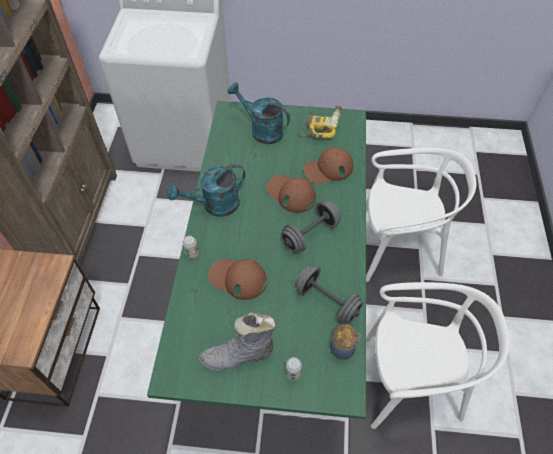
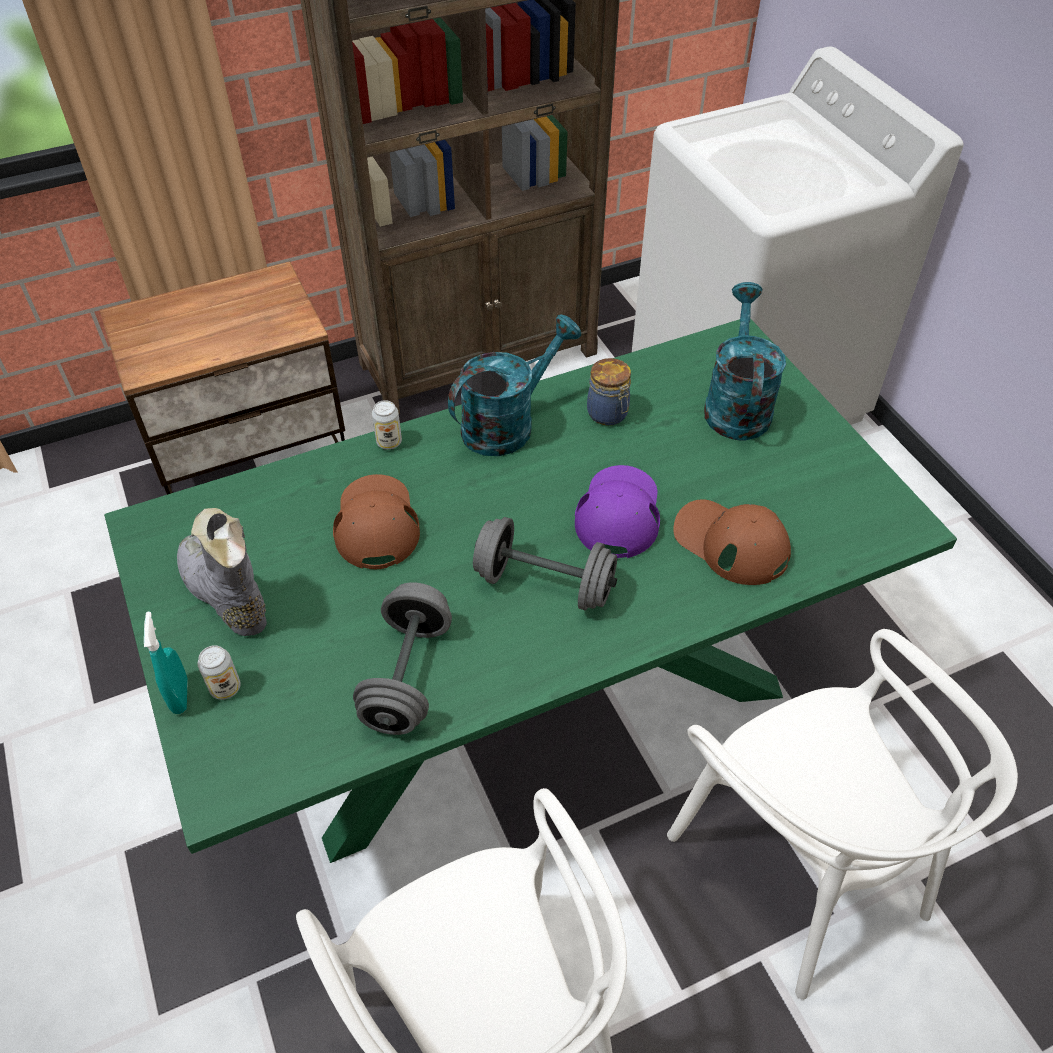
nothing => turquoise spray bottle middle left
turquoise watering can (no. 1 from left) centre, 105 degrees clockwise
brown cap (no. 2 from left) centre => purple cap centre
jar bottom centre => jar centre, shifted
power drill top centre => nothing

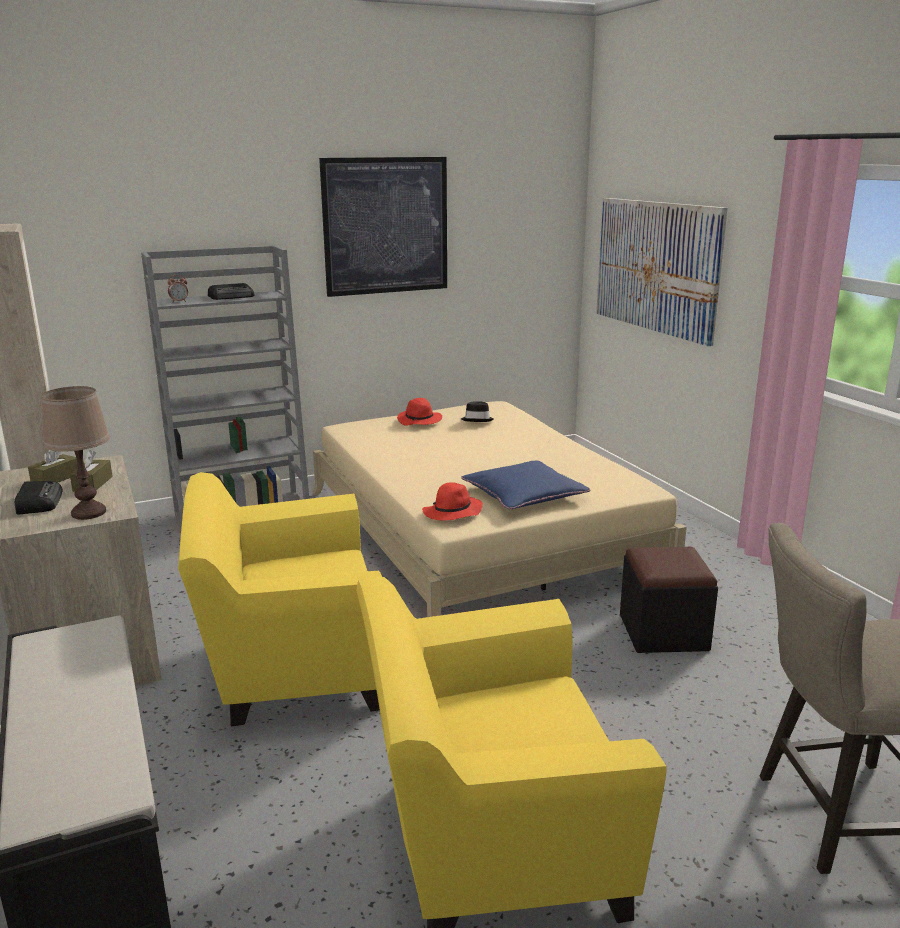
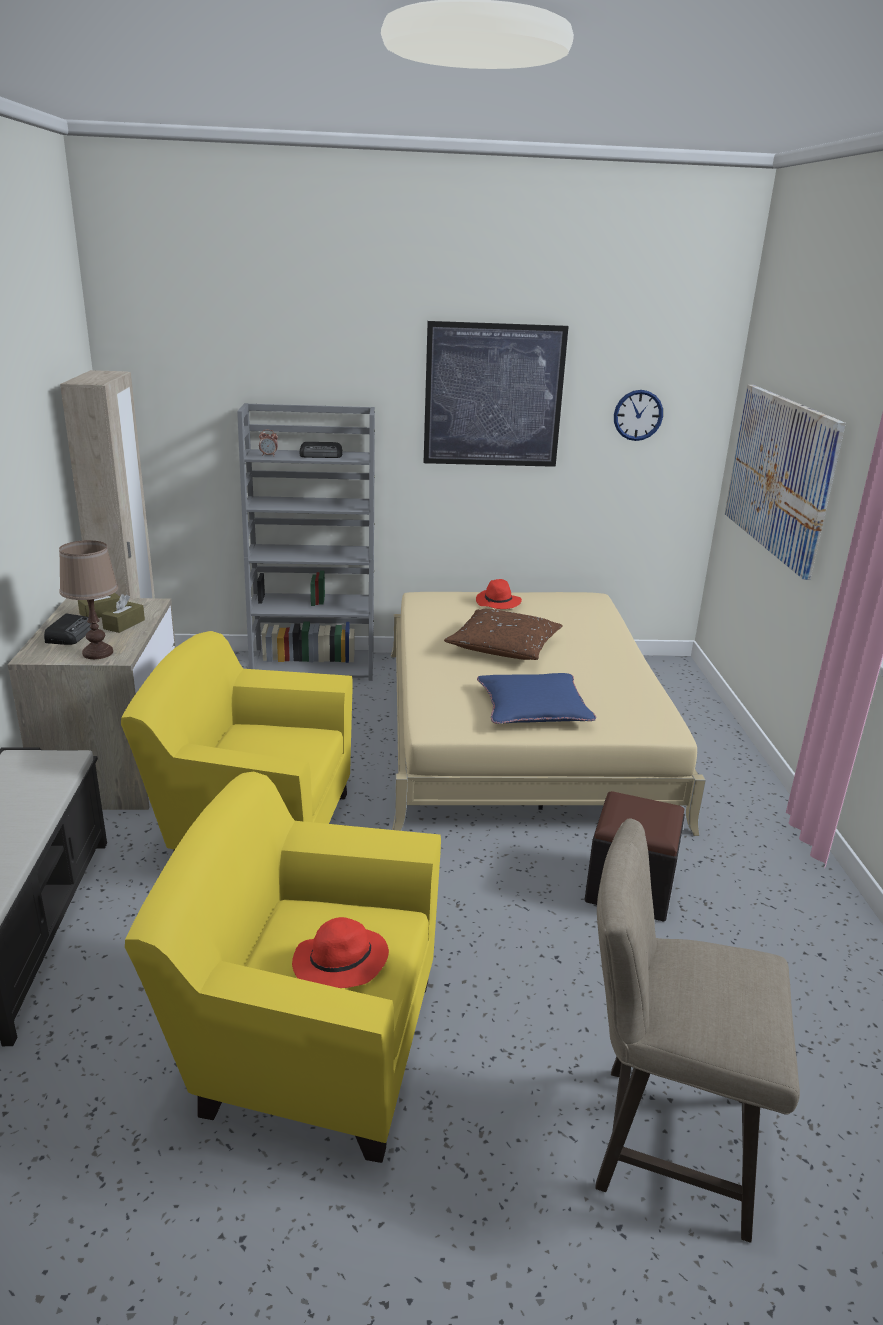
red hat (no. 2 from left in the first image) centre => red hat (no. 1 from left) bottom centre, shifted
nothing => brown pillow centre
nothing => wall clock top right
black hat centre => nothing

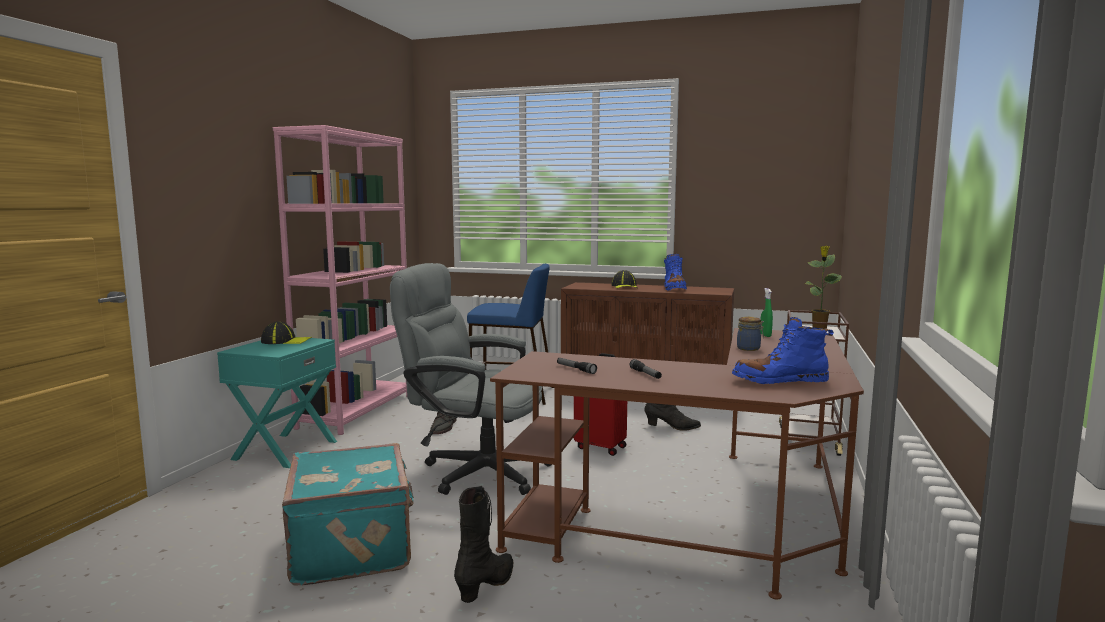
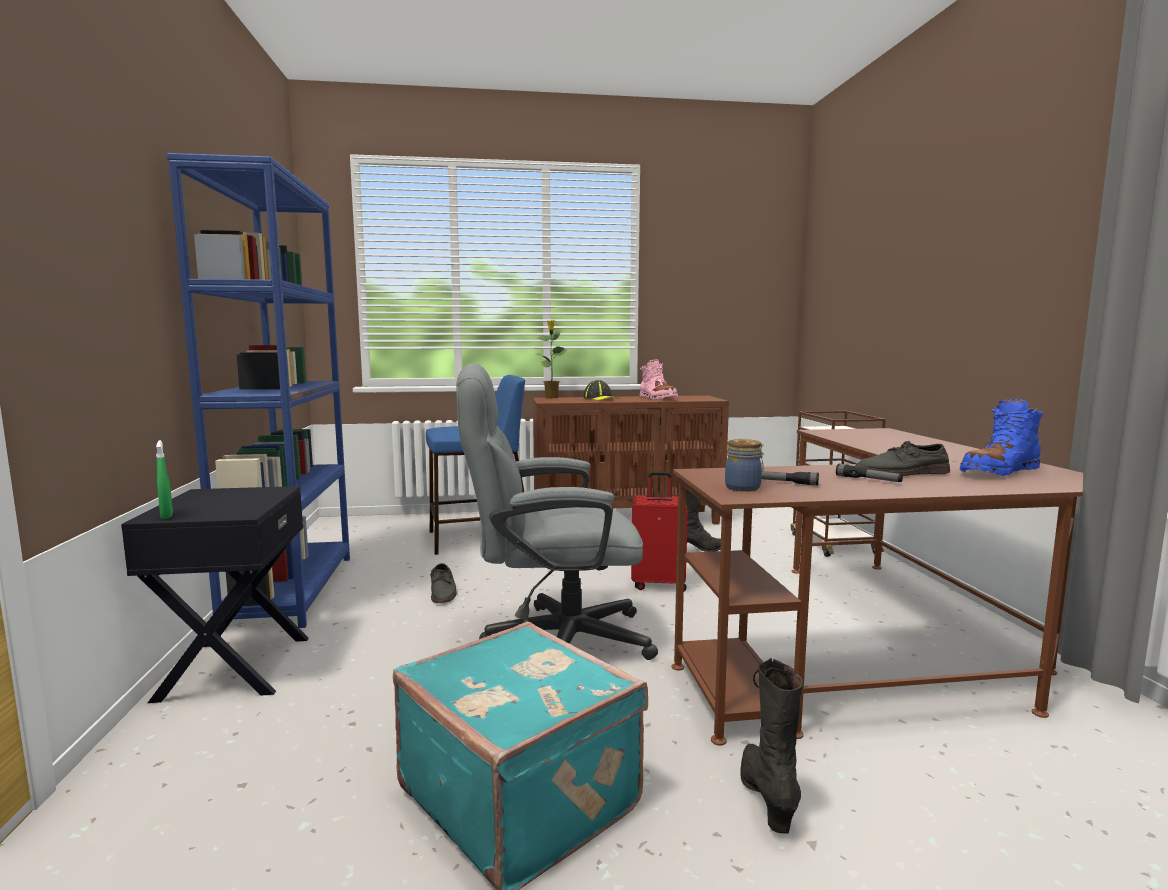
turquoise nightstand middle left => black nightstand bottom left
green spray bottle middle right => green spray bottle middle left, shifted
pink bookcase middle left => blue bookcase middle left
potted plant middle right => potted plant centre, shifted
blue boot (no. 1 from left) centre => pink boot centre
jar middle right => jar centre, shifted
nothing => grey shoe (no. 2 from left) middle right
cap (no. 1 from left) middle left => nothing

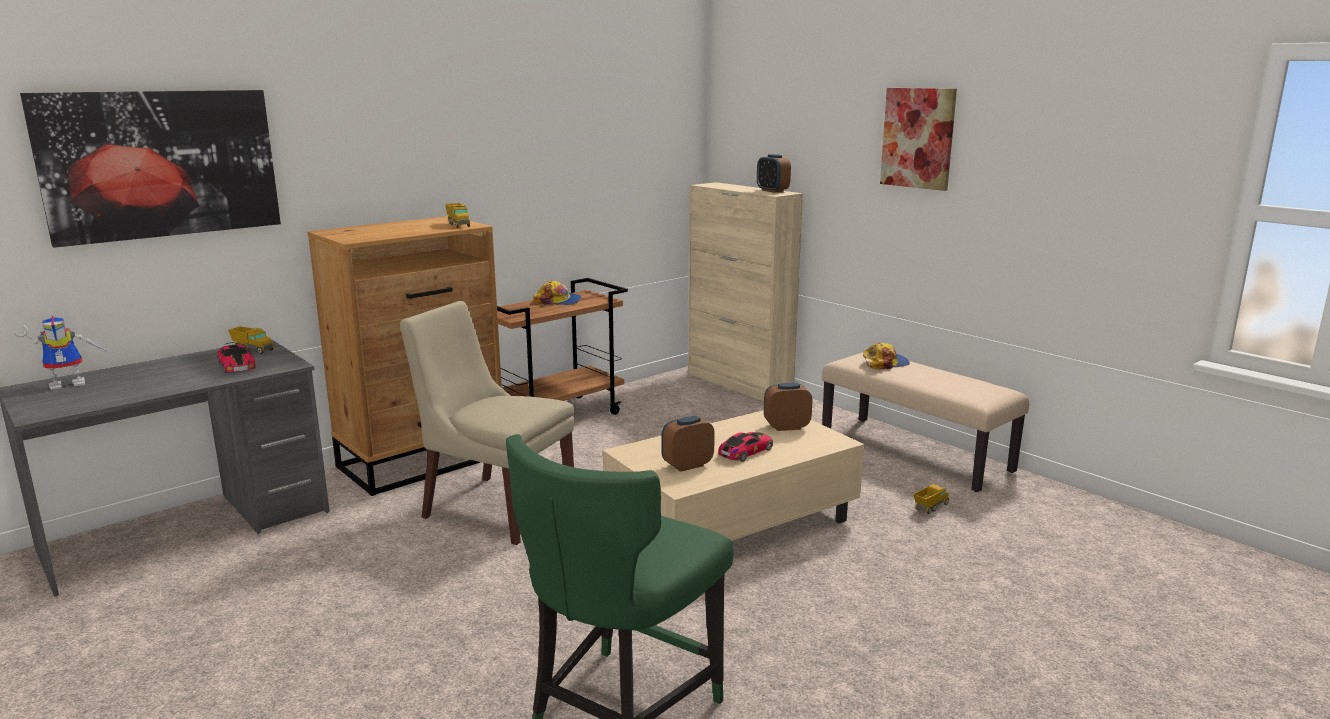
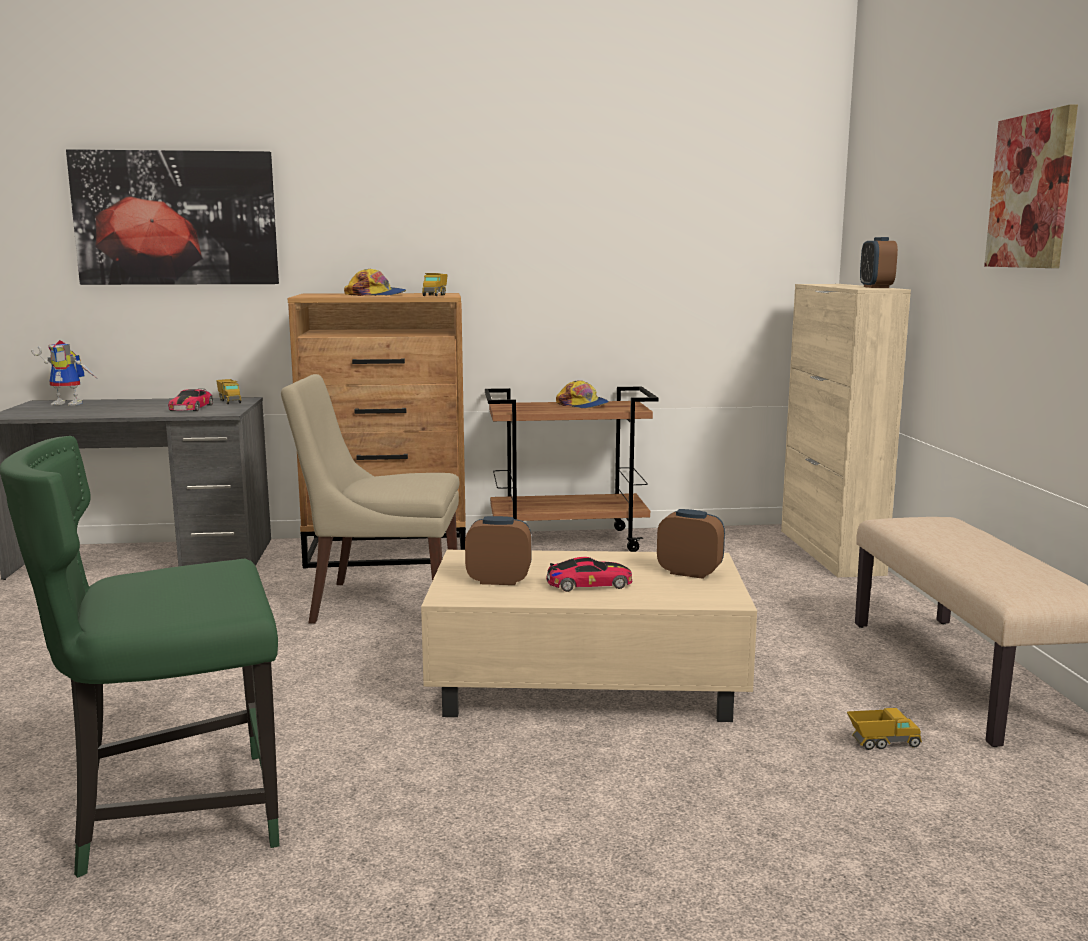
beige chair centre, 60 degrees counterclockwise
cap (no. 2 from left in the first image) centre => cap (no. 1 from left) top centre, shifted

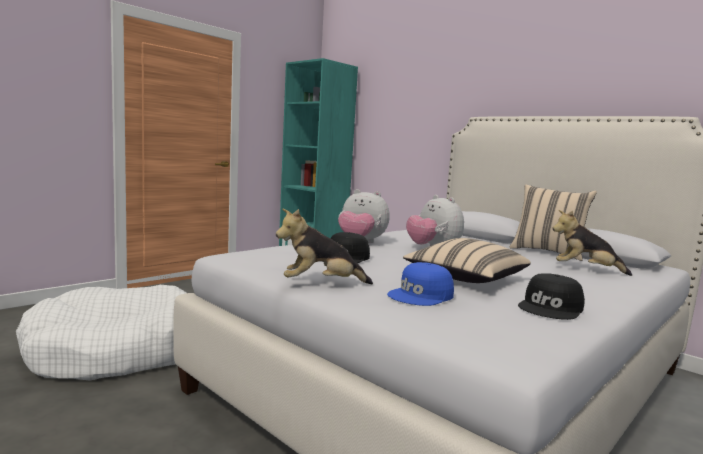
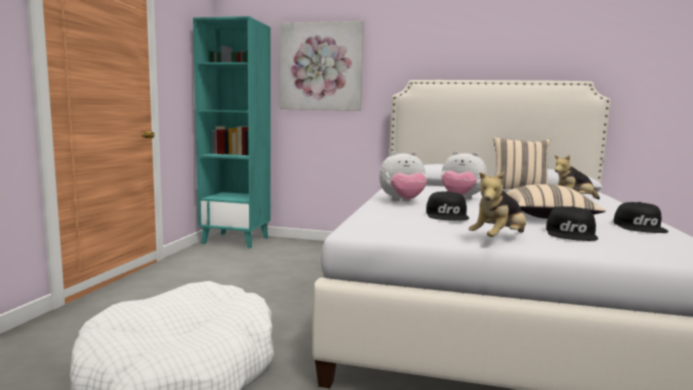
nothing => picture top centre
blue cap centre => black cap (no. 2 from left) middle right

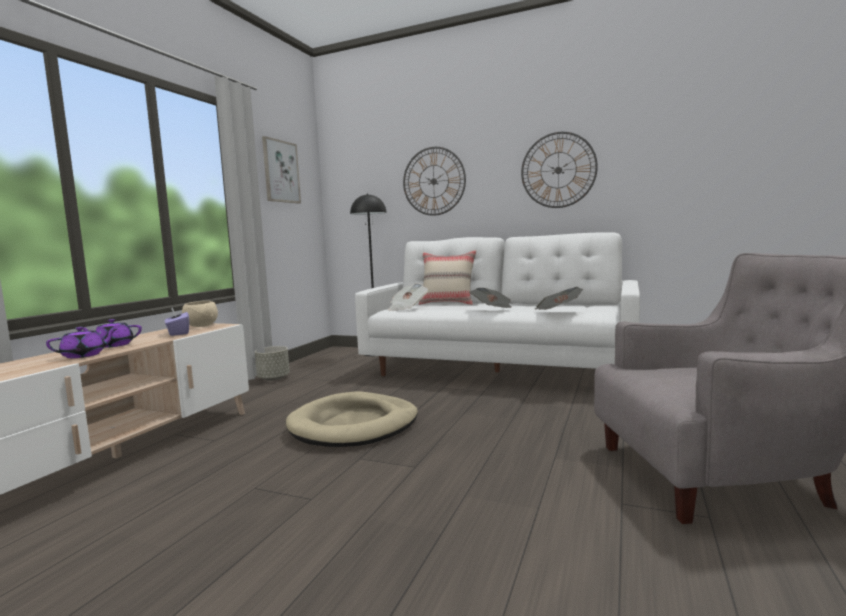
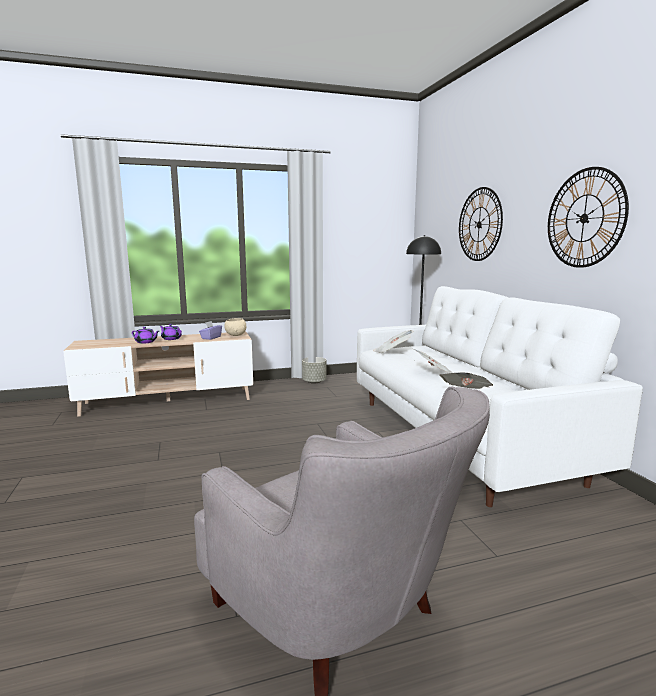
picture top left => nothing
beige dog bed bottom centre => nothing
beige pillow centre => nothing

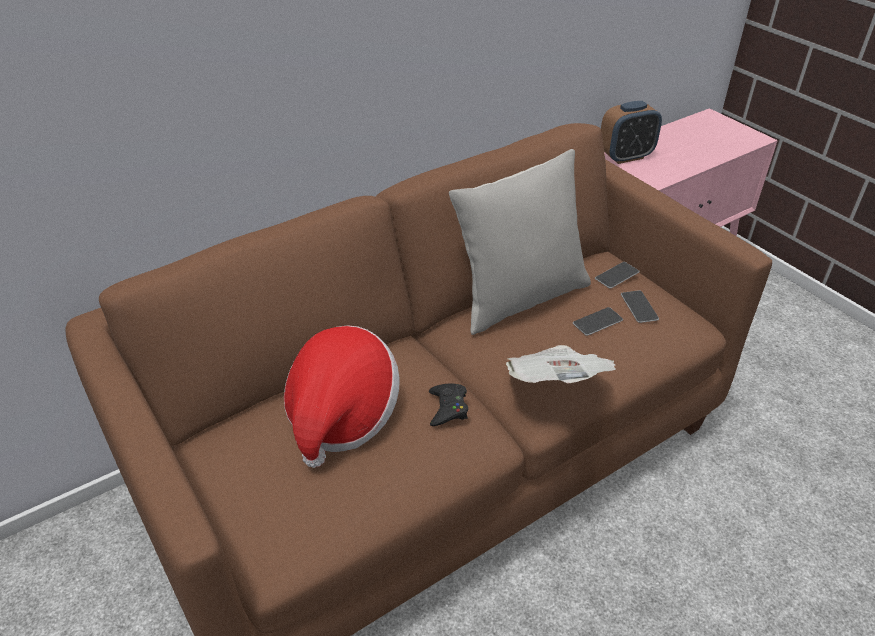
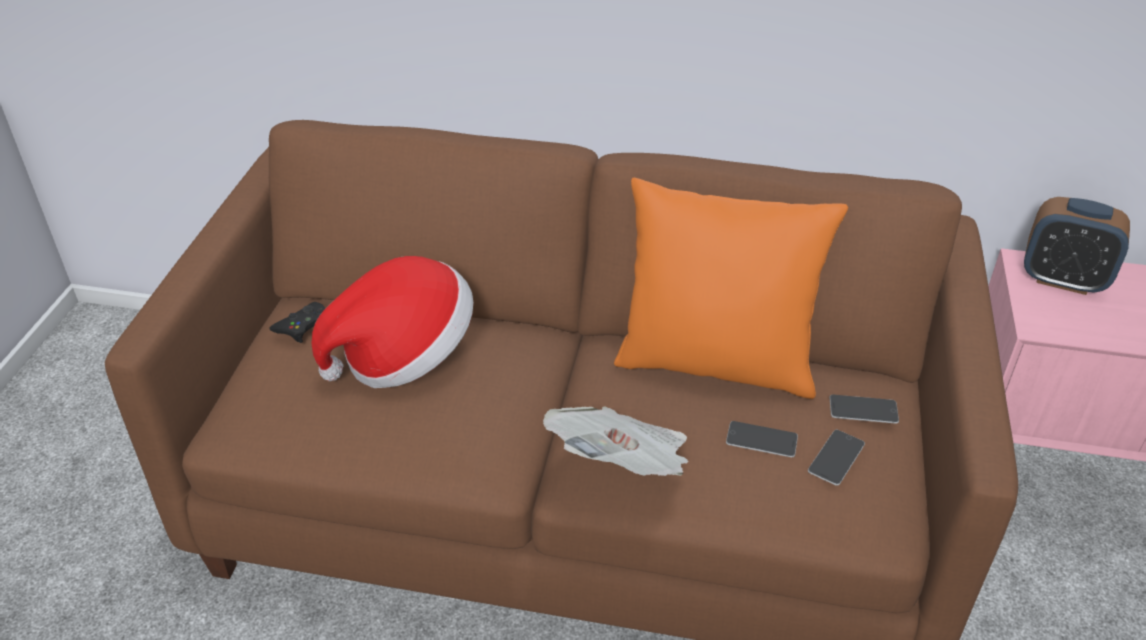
black game controller centre => black game controller middle left, shifted
grey pillow centre => orange pillow centre

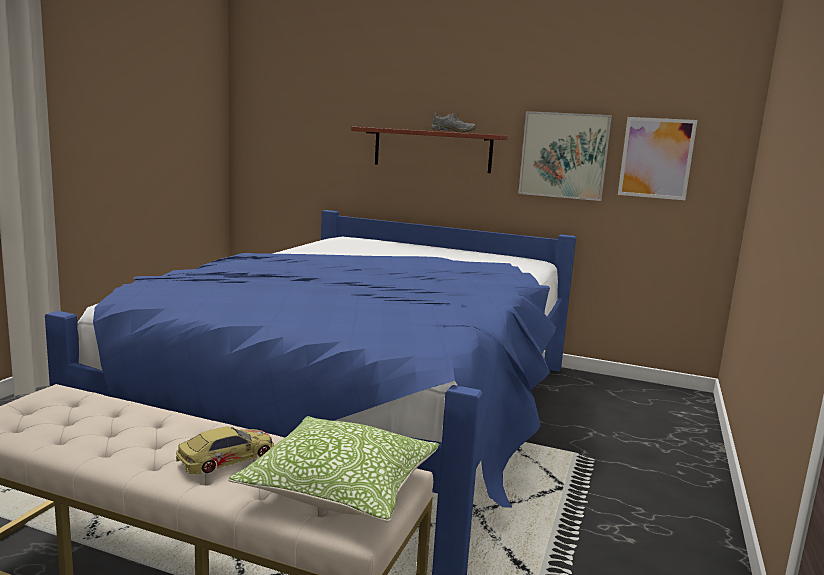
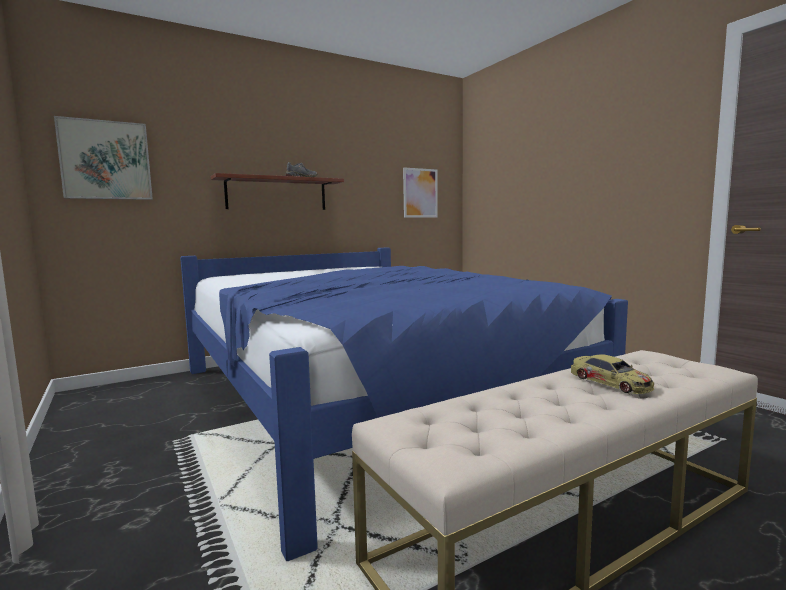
picture (no. 1 from left) top right => picture (no. 1 from left) top left, shifted
toy car bottom left => toy car middle right, 150 degrees clockwise
pillow bottom centre => nothing

